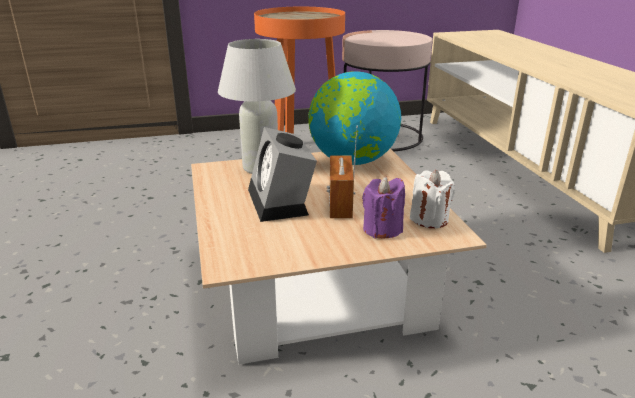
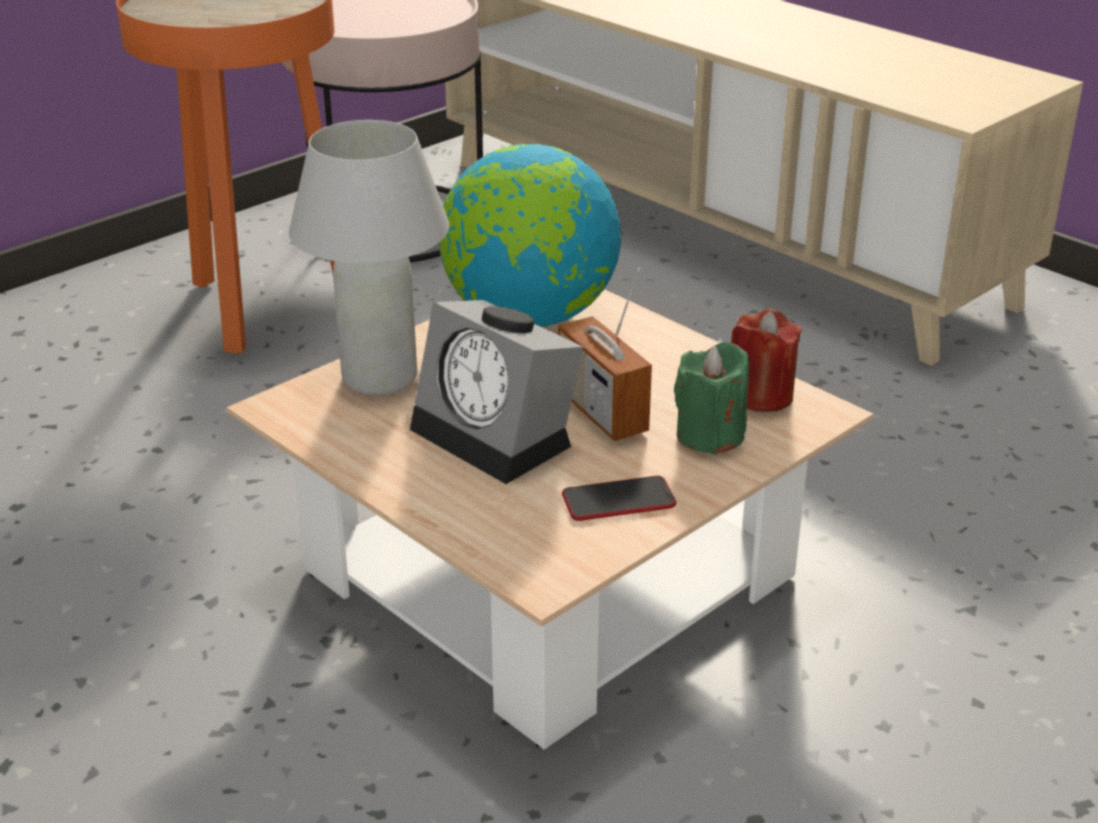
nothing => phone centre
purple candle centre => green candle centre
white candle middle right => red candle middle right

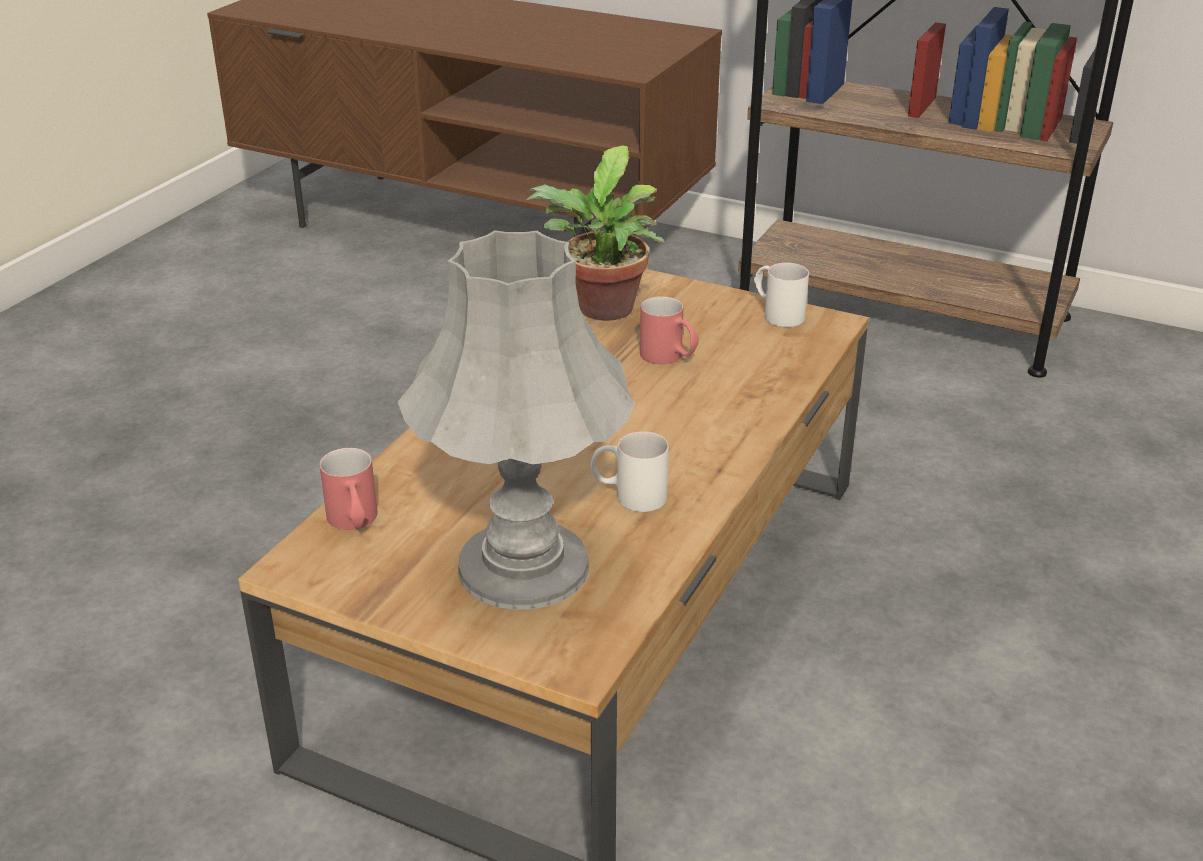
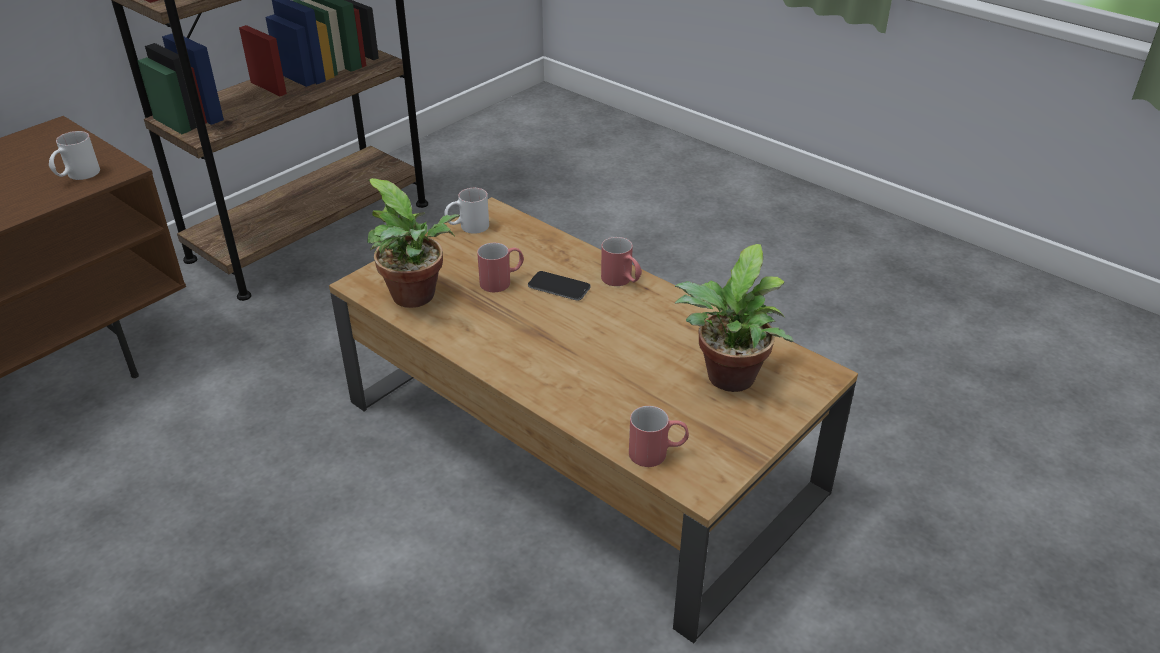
white mug (no. 1 from left) centre => white mug (no. 1 from left) top left, shifted
nothing => phone centre
nothing => red mug (no. 2 from left) centre
grey table lamp centre => potted plant (no. 2 from left) centre

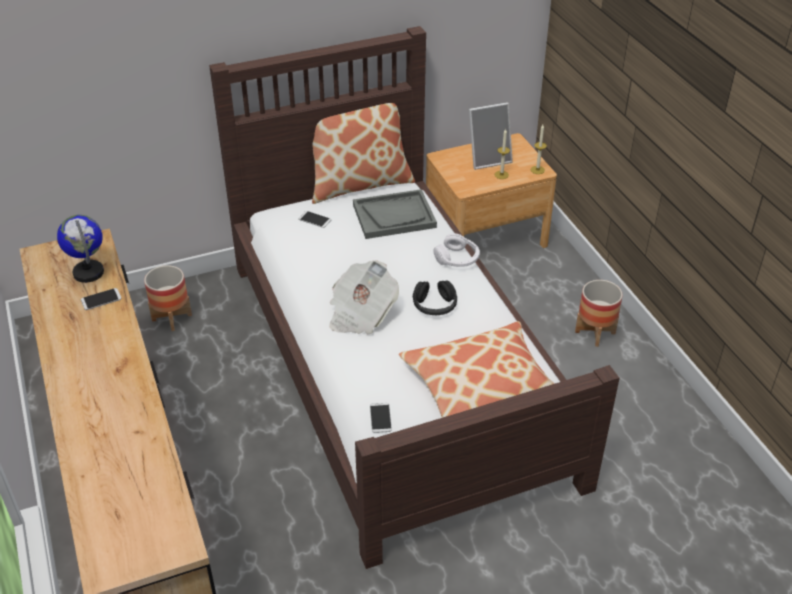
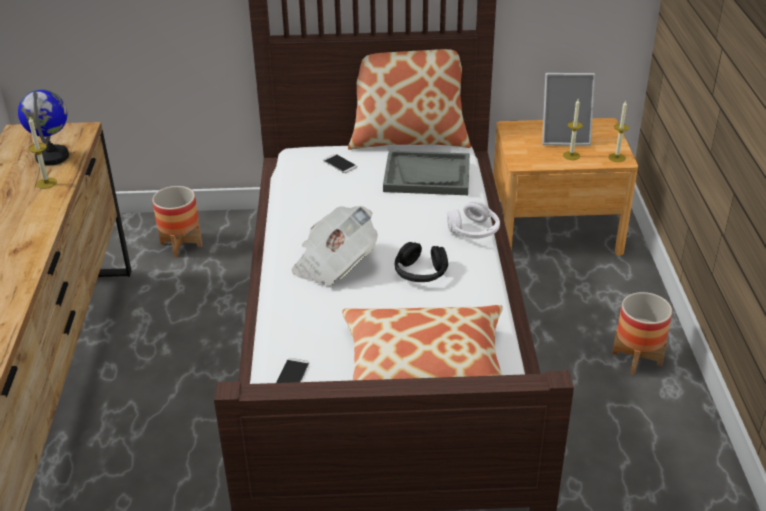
phone (no. 1 from left) middle left => candle (no. 1 from left) top left

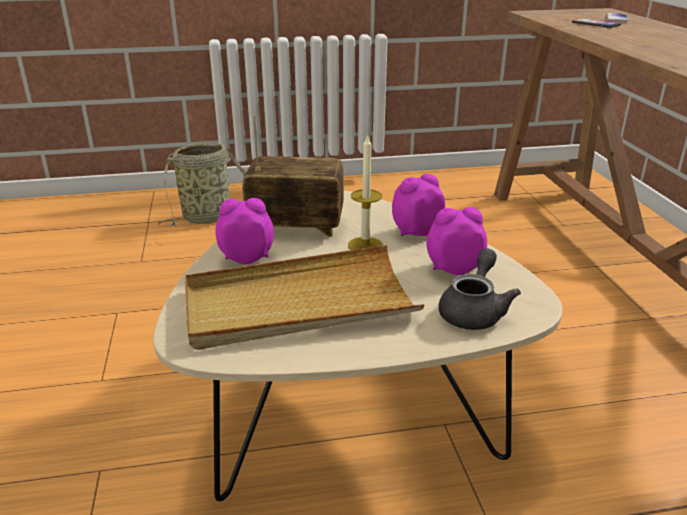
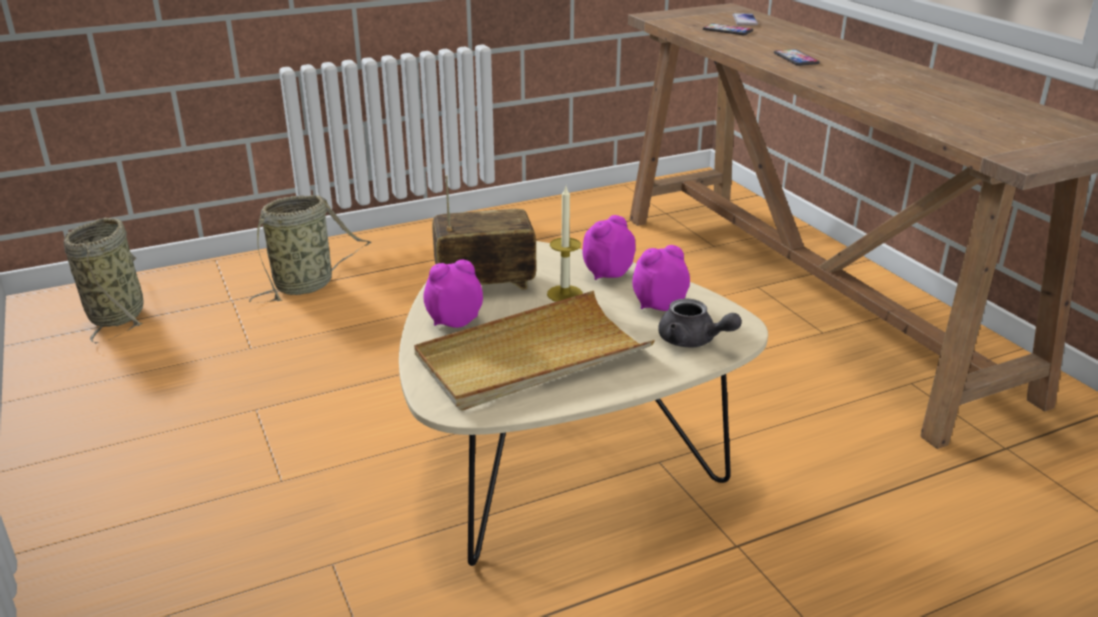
nothing => basket (no. 1 from left) middle left
grey teapot middle right => grey teapot centre, 120 degrees clockwise
nothing => phone (no. 3 from left) top right

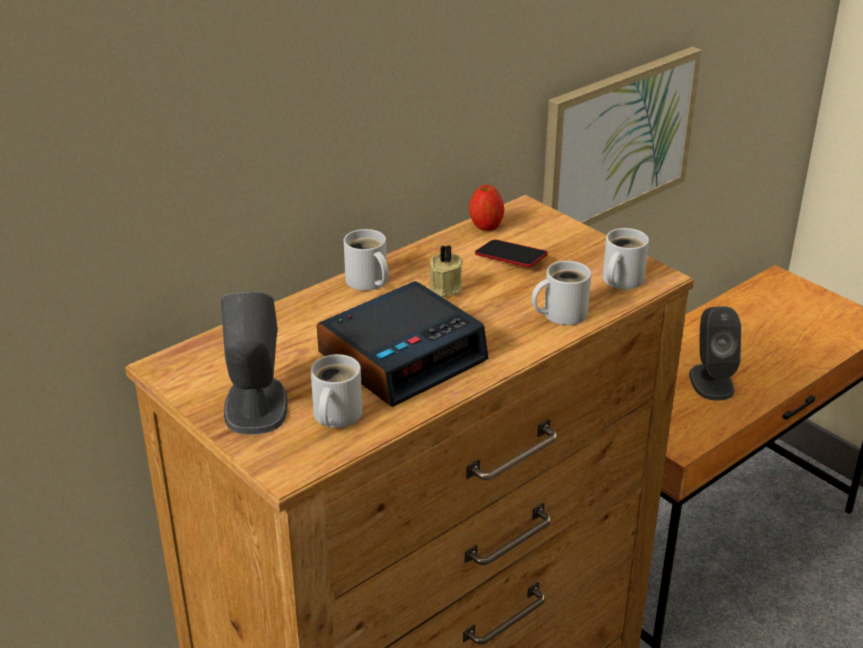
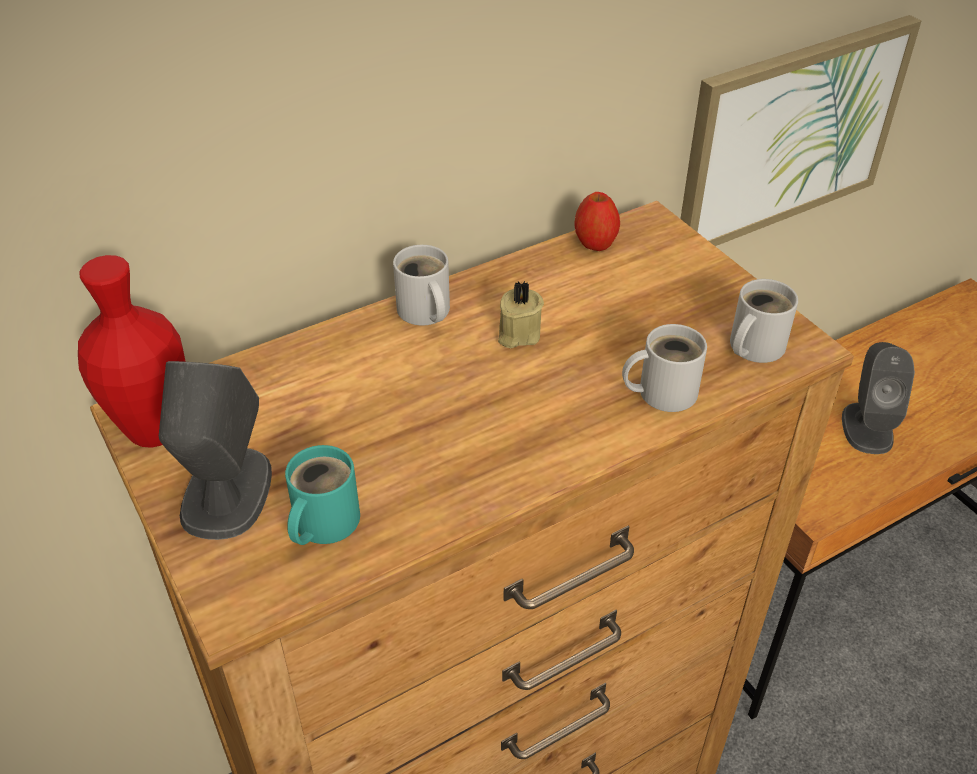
nothing => red vase middle left
white mug (no. 1 from left) centre => turquoise mug middle left
alarm clock centre => nothing
phone centre => nothing

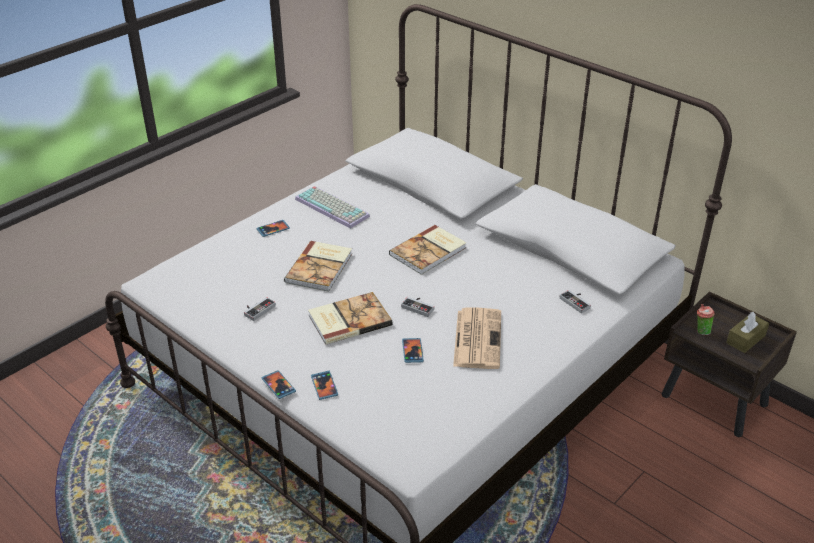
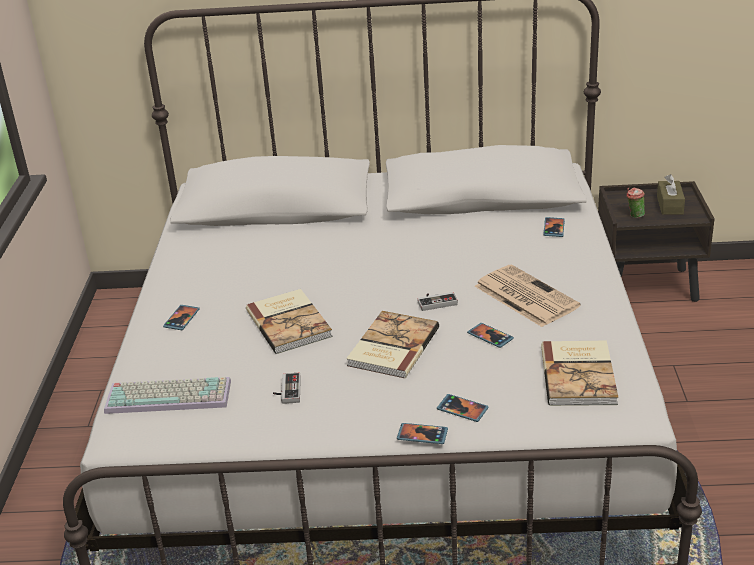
keyboard centre => keyboard bottom left, shifted
book (no. 3 from left) centre => book (no. 3 from left) middle right, shifted
game controller (no. 3 from left) middle right => phone (no. 5 from left) middle right

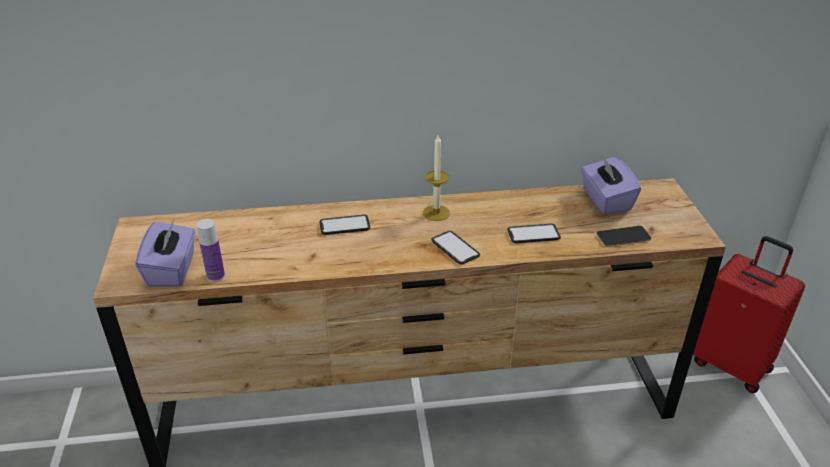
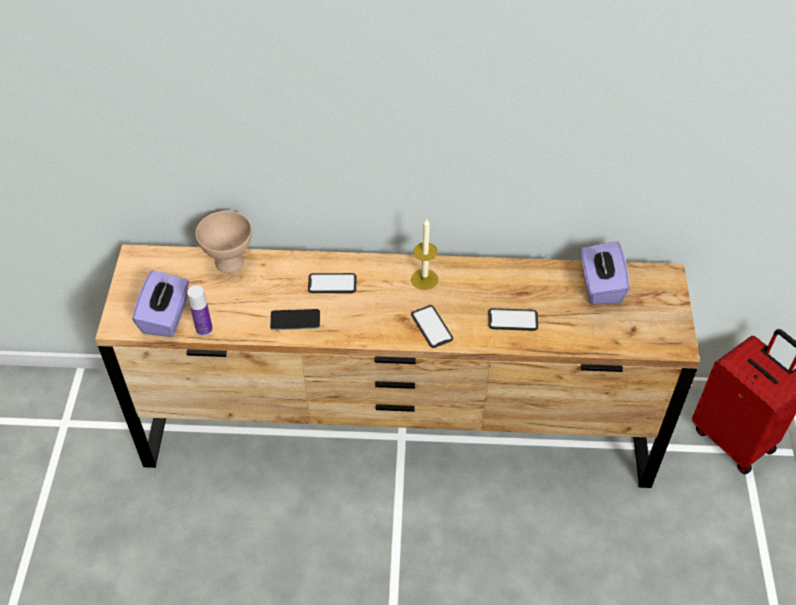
nothing => beige bowl middle left
phone (no. 4 from left in the first image) middle right => phone (no. 1 from left) centre, shifted

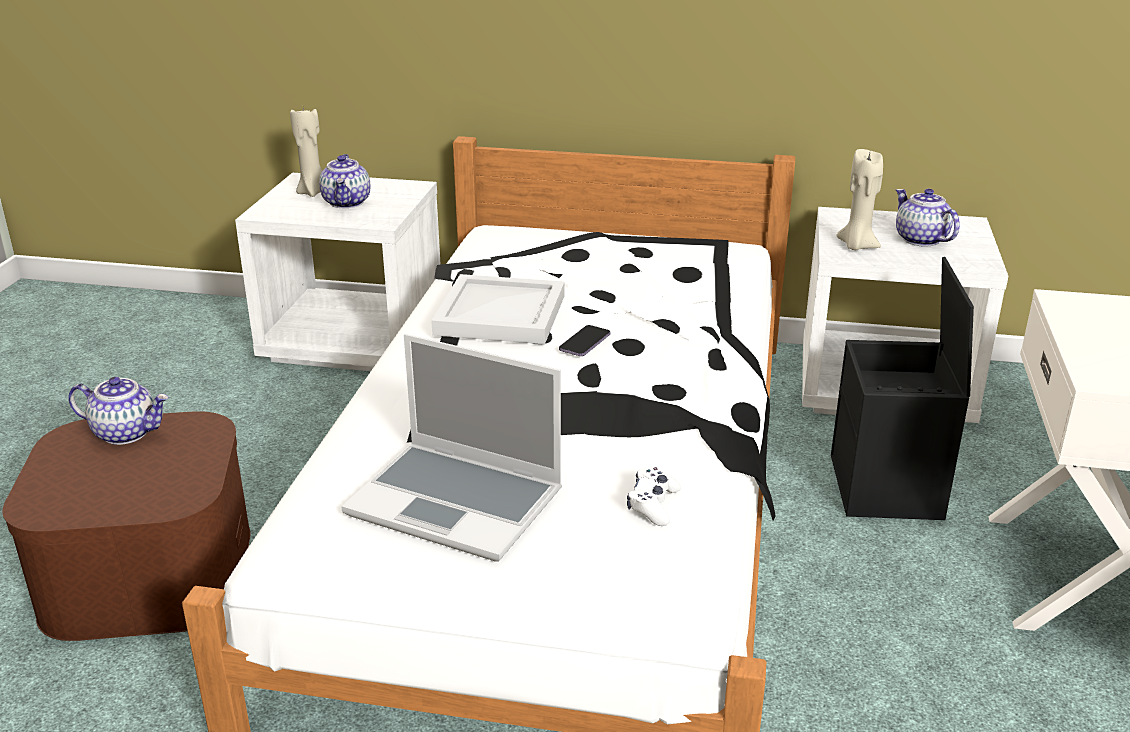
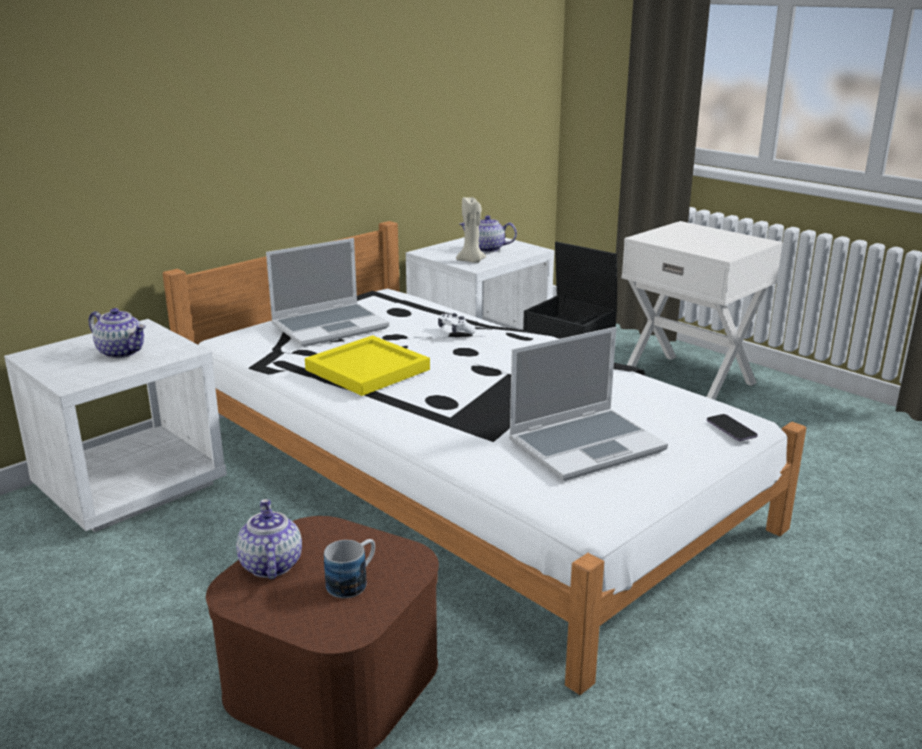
teapot (no. 1 from left in the first image) middle left => teapot (no. 2 from left) bottom left, 60 degrees counterclockwise
nothing => laptop (no. 1 from left) centre
white tray centre => yellow tray centre
nothing => mug bottom centre
white game controller bottom centre => white game controller centre, shifted
phone centre => phone middle right, shifted
beige candle (no. 1 from left) top left => nothing

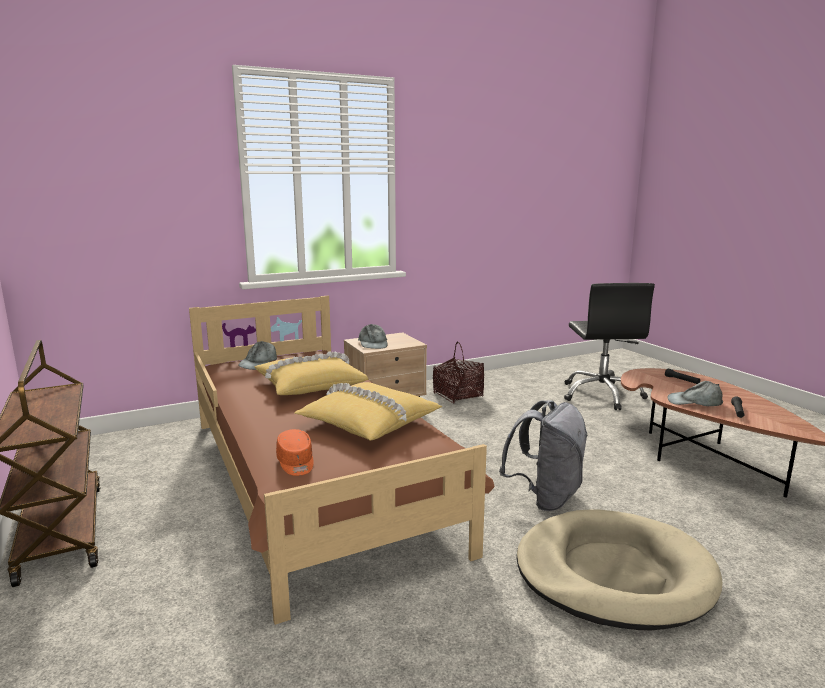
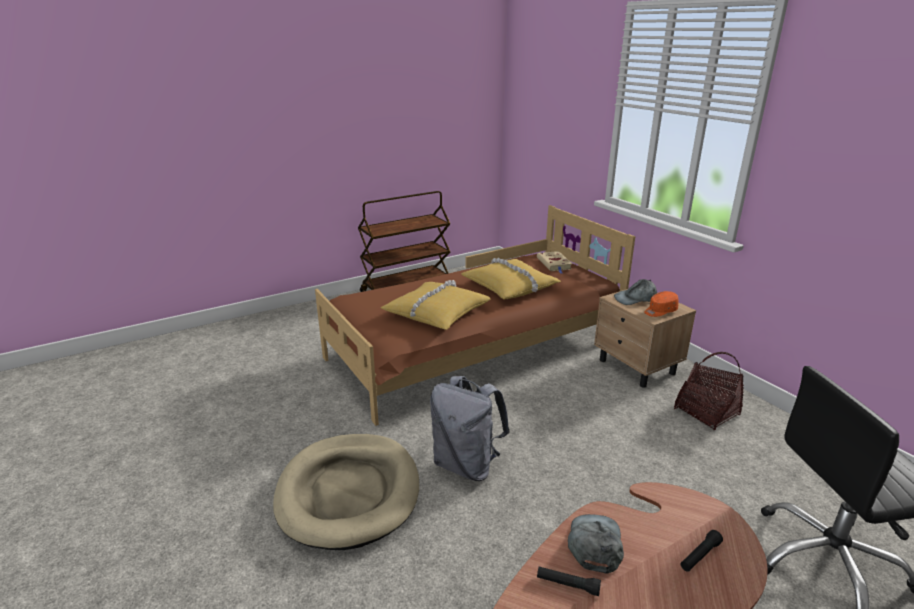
grey cap (no. 1 from left) middle left => beige book centre
orange cap centre => orange cap middle right, shifted

